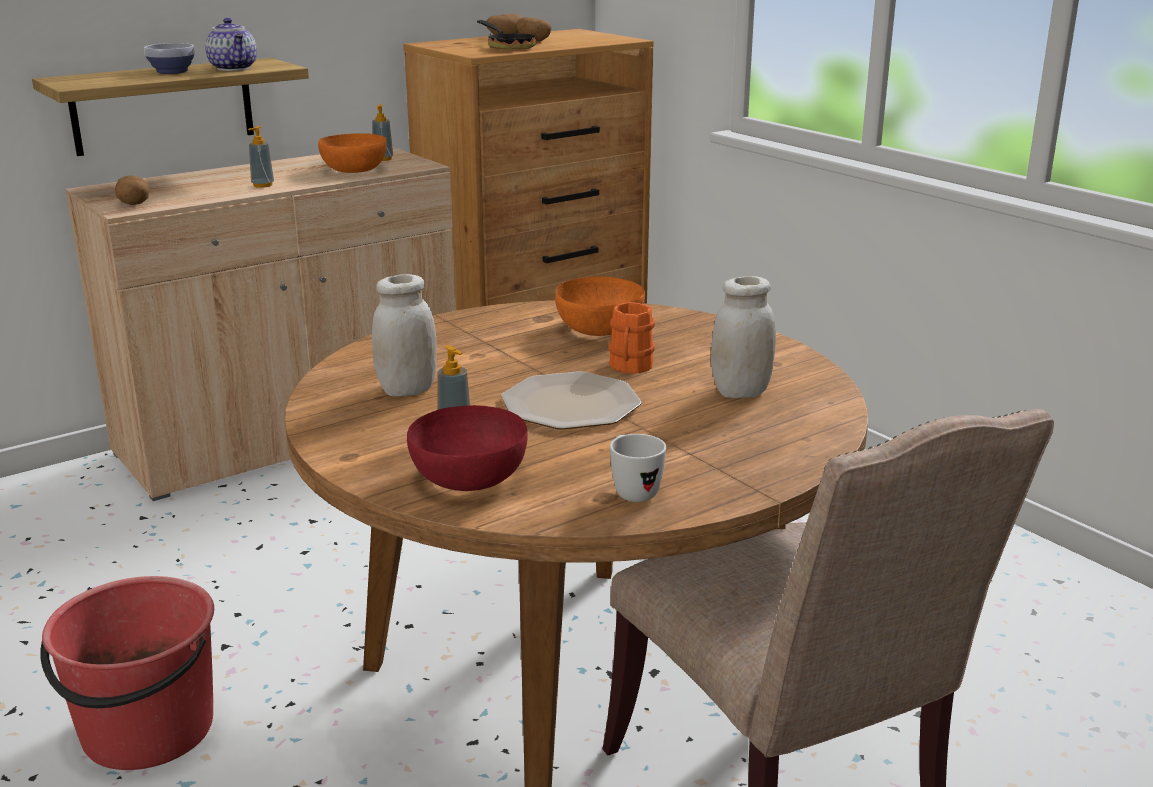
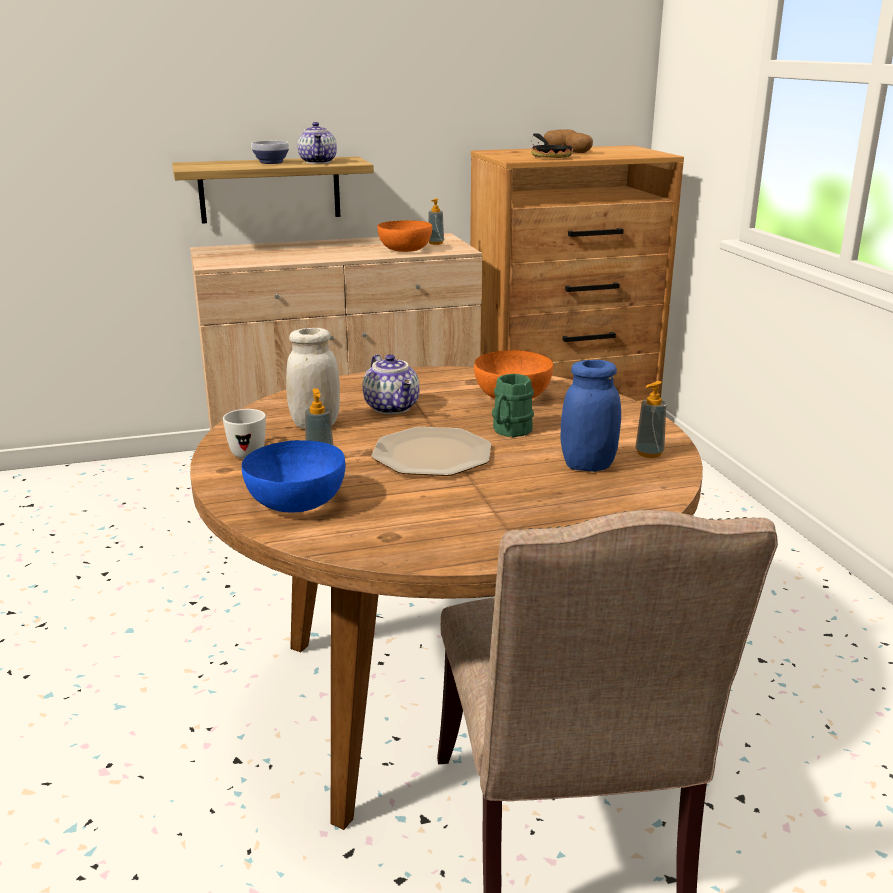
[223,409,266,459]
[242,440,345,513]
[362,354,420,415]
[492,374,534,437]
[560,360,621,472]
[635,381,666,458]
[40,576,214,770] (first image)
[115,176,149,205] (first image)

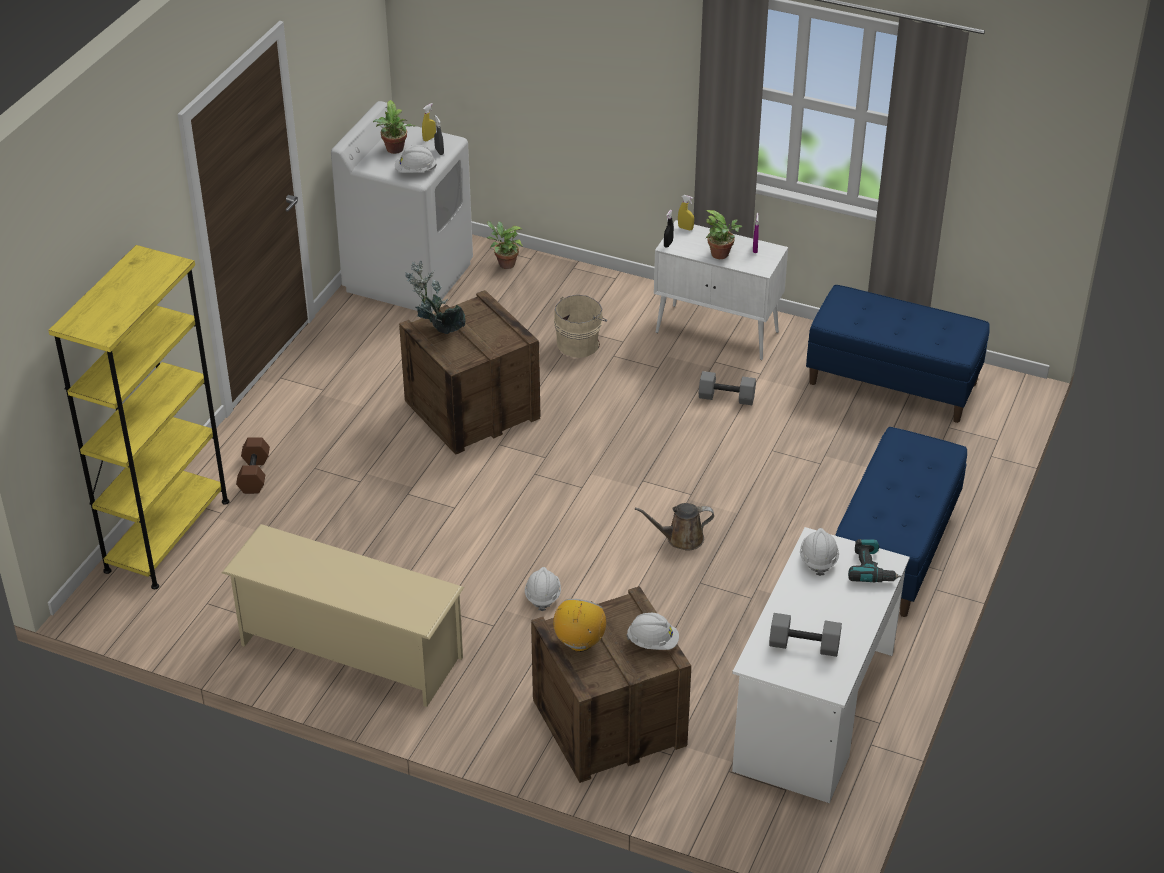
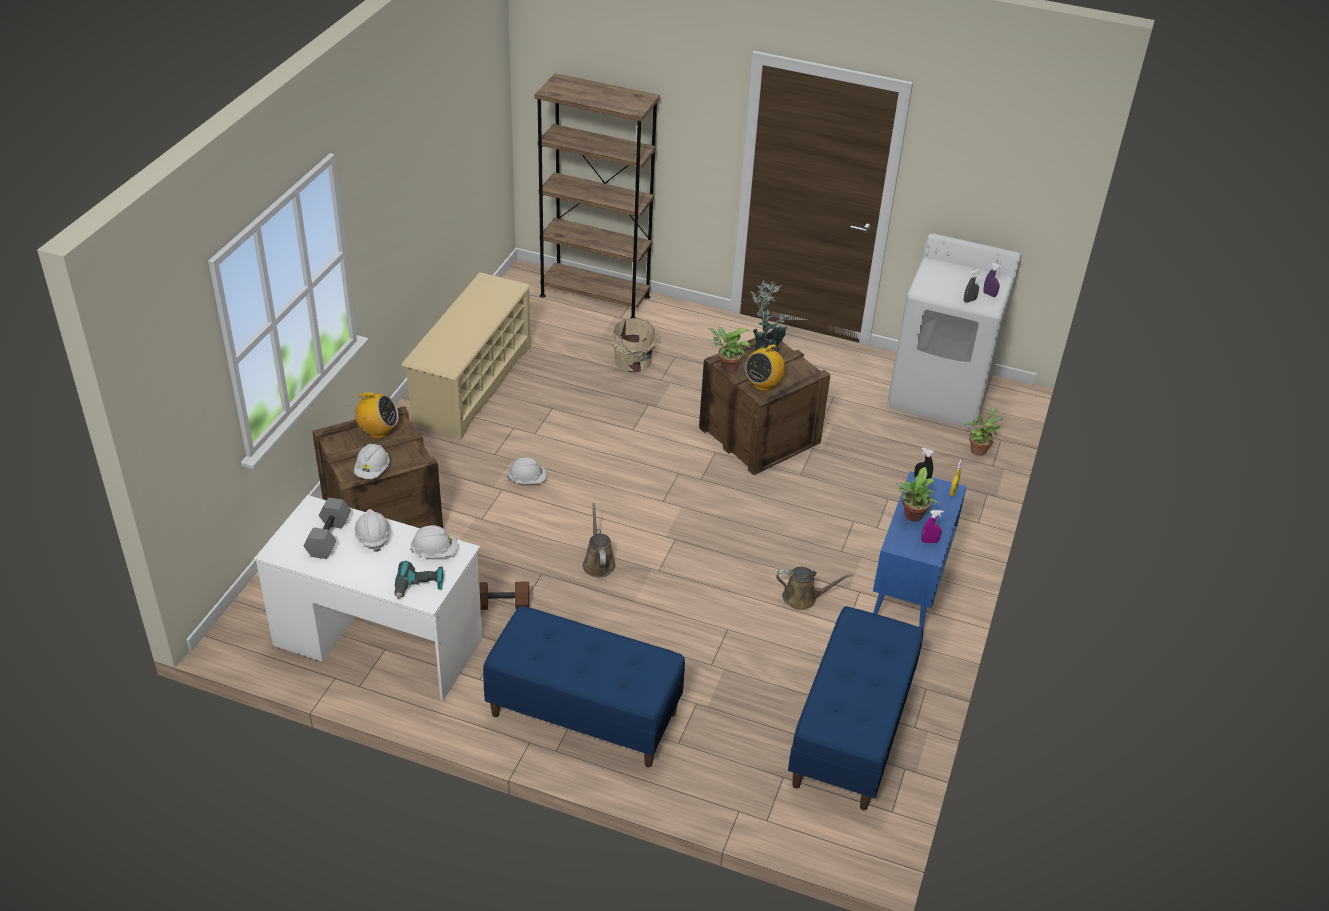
[355,509,391,552]
[479,582,529,610]
[534,73,660,318]
[612,318,659,372]
[708,327,751,372]
[745,344,785,391]
[776,567,852,610]
[873,471,967,629]
[983,263,1002,297]

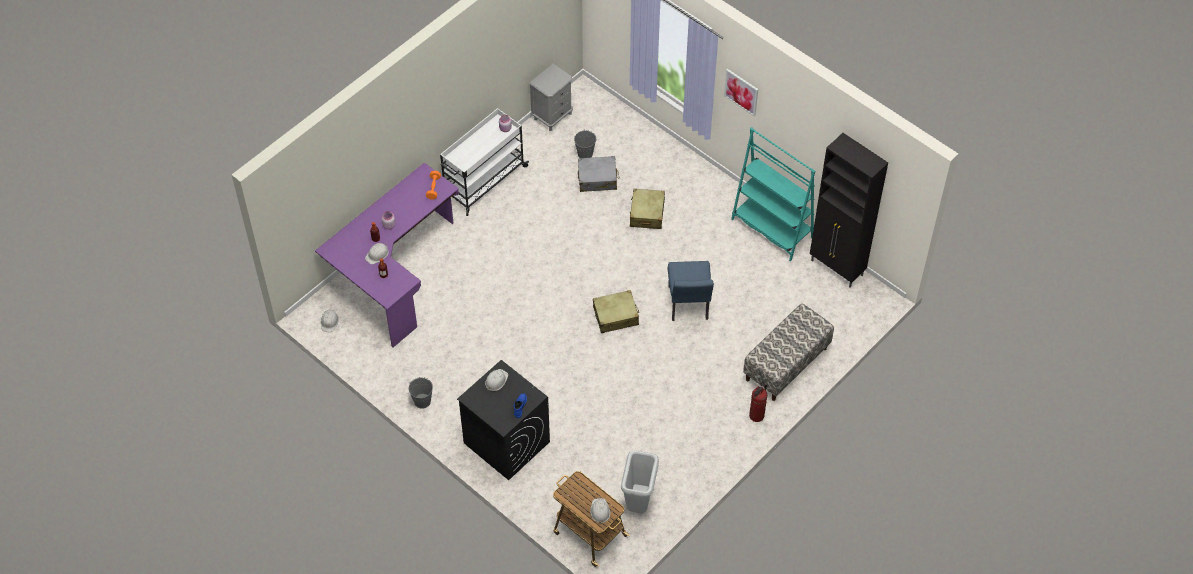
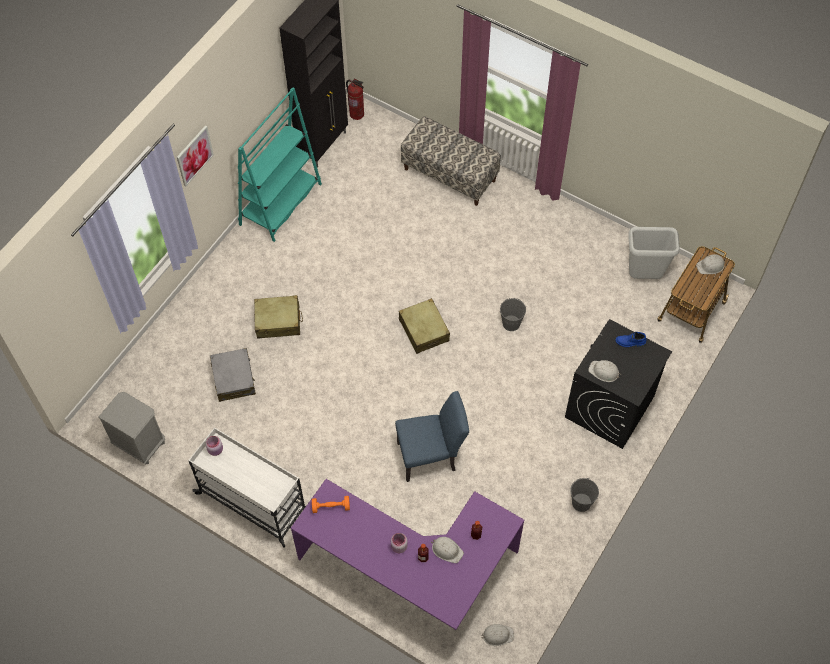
[346,79,364,120]
[395,391,469,482]
[500,298,526,331]

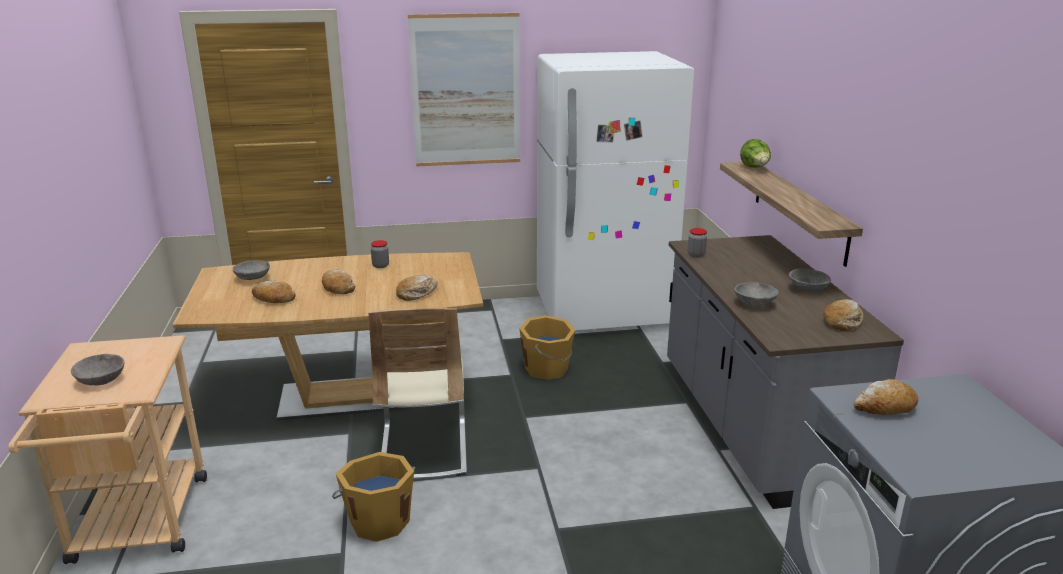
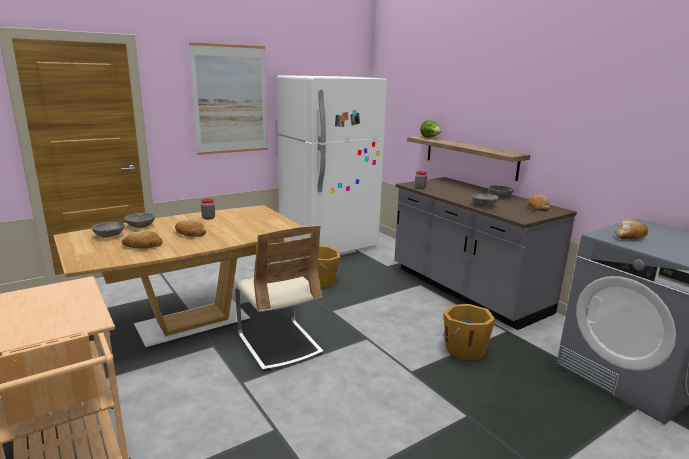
[124,213,155,228]
[443,304,495,360]
[396,275,438,301] (first image)

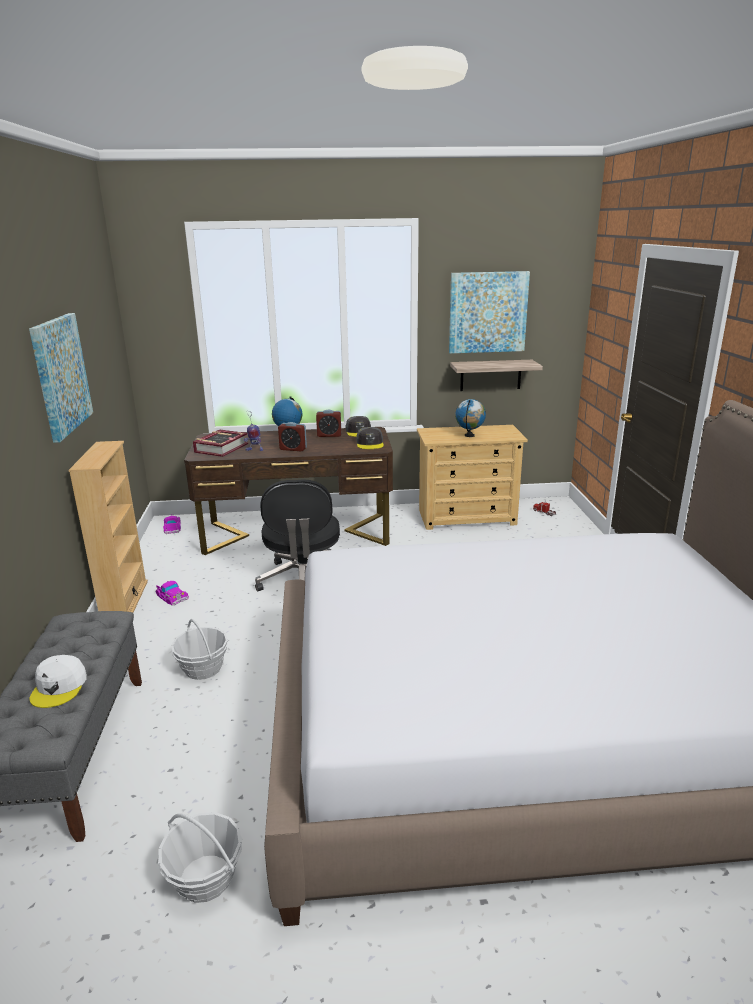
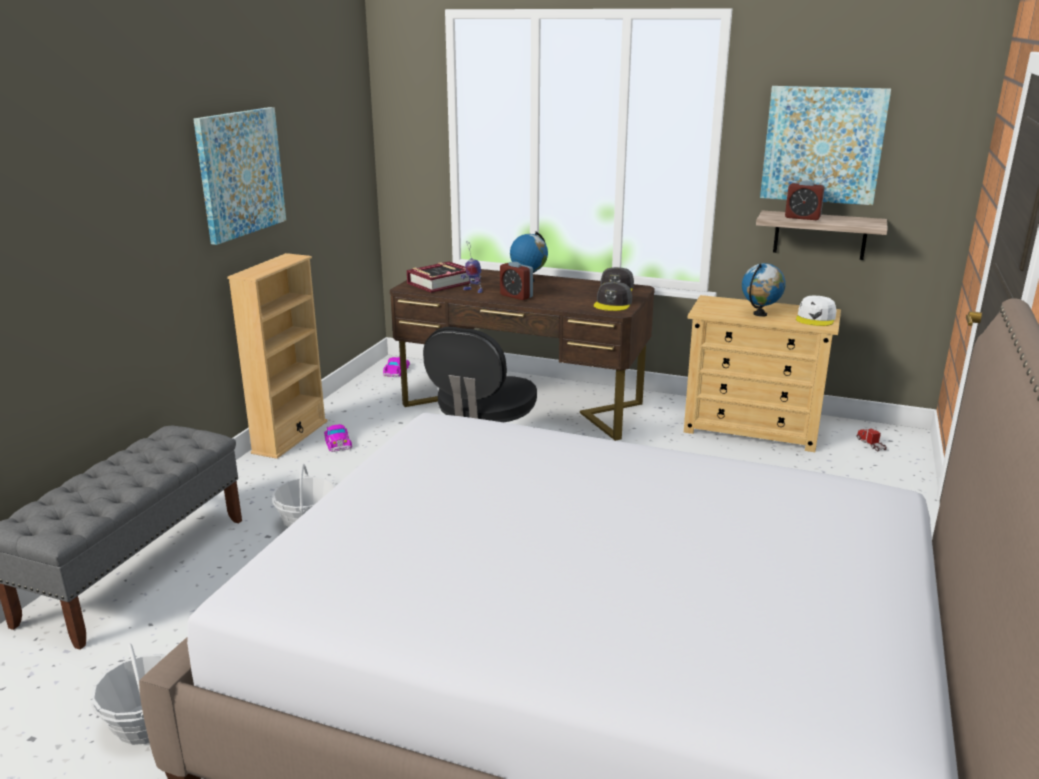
[785,181,825,220]
[796,296,836,326]

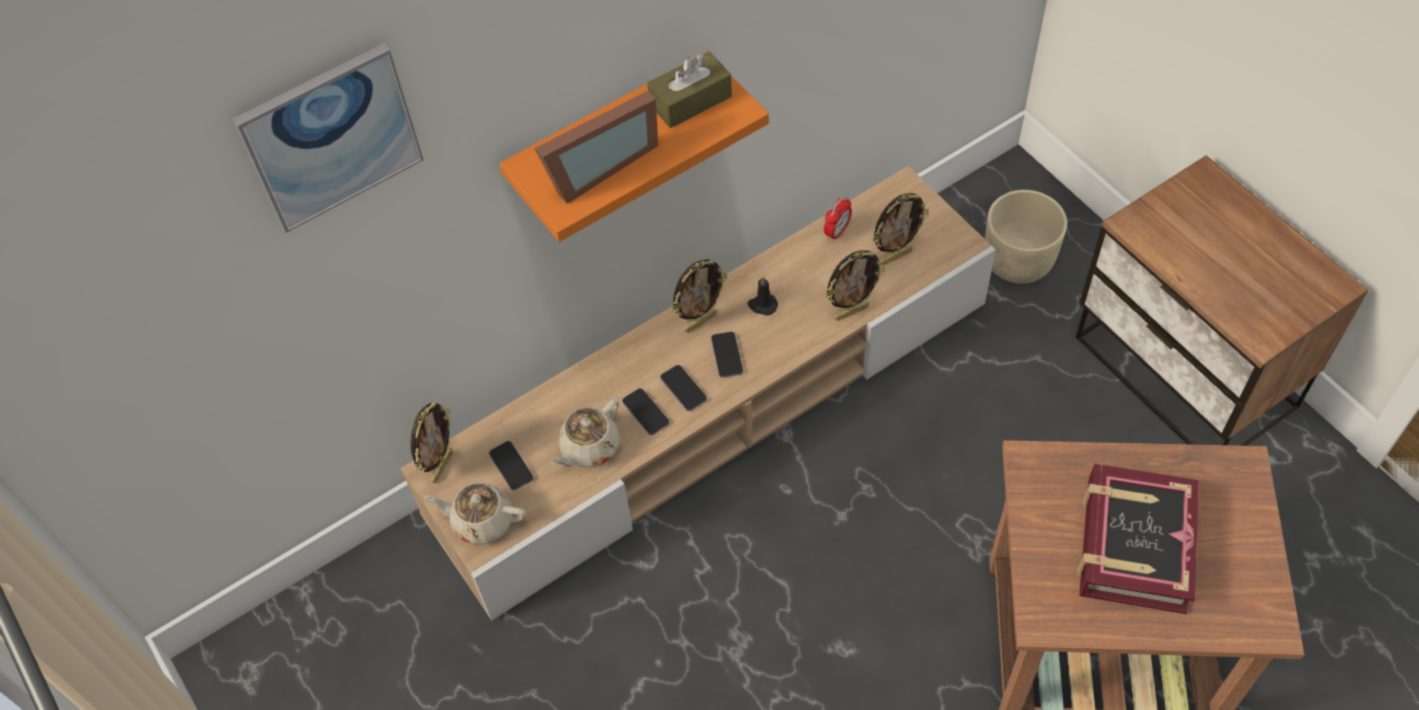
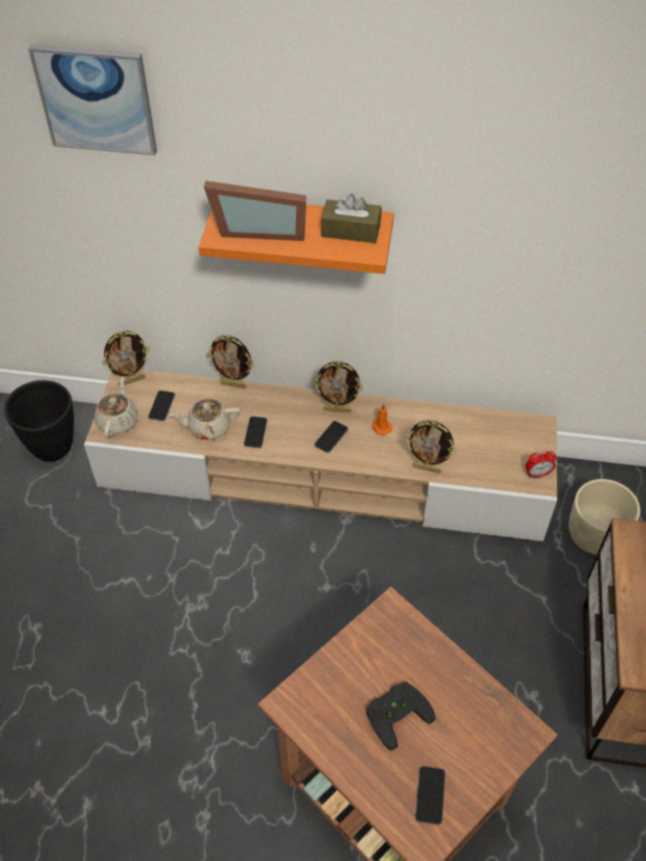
[4,380,74,462]
[94,377,138,438]
[207,335,254,389]
[366,682,436,751]
[372,404,392,435]
[415,766,445,825]
[525,450,557,478]

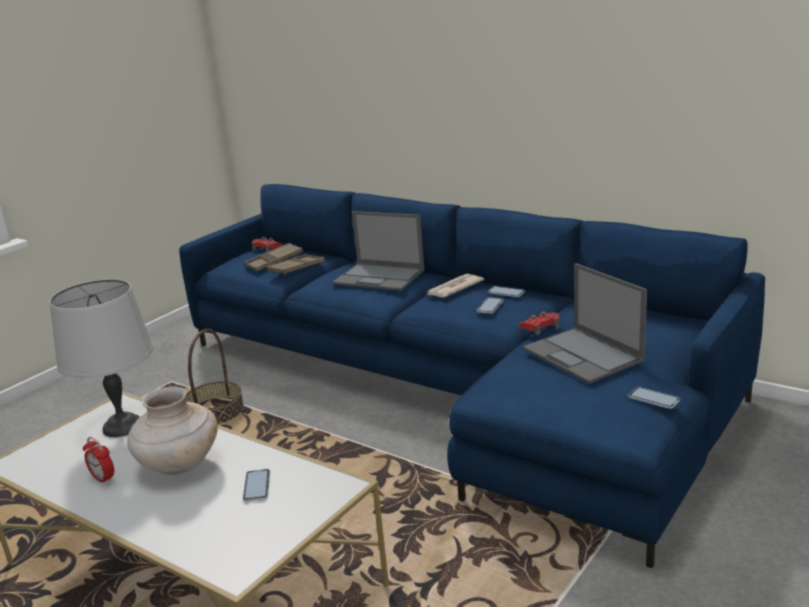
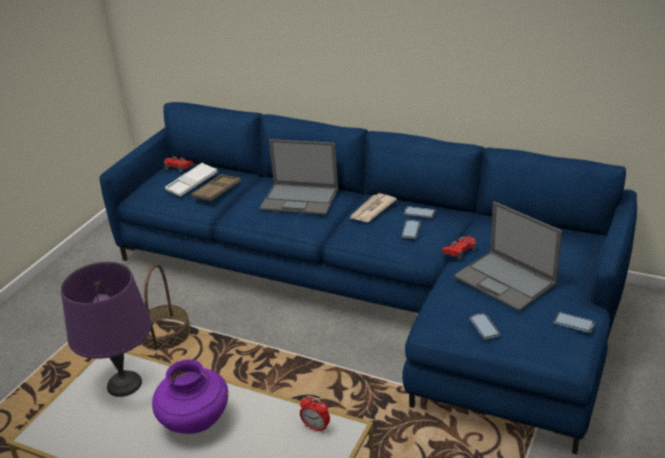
[61,262,152,397]
[152,359,228,434]
[165,163,218,197]
[300,396,330,433]
[469,313,500,340]

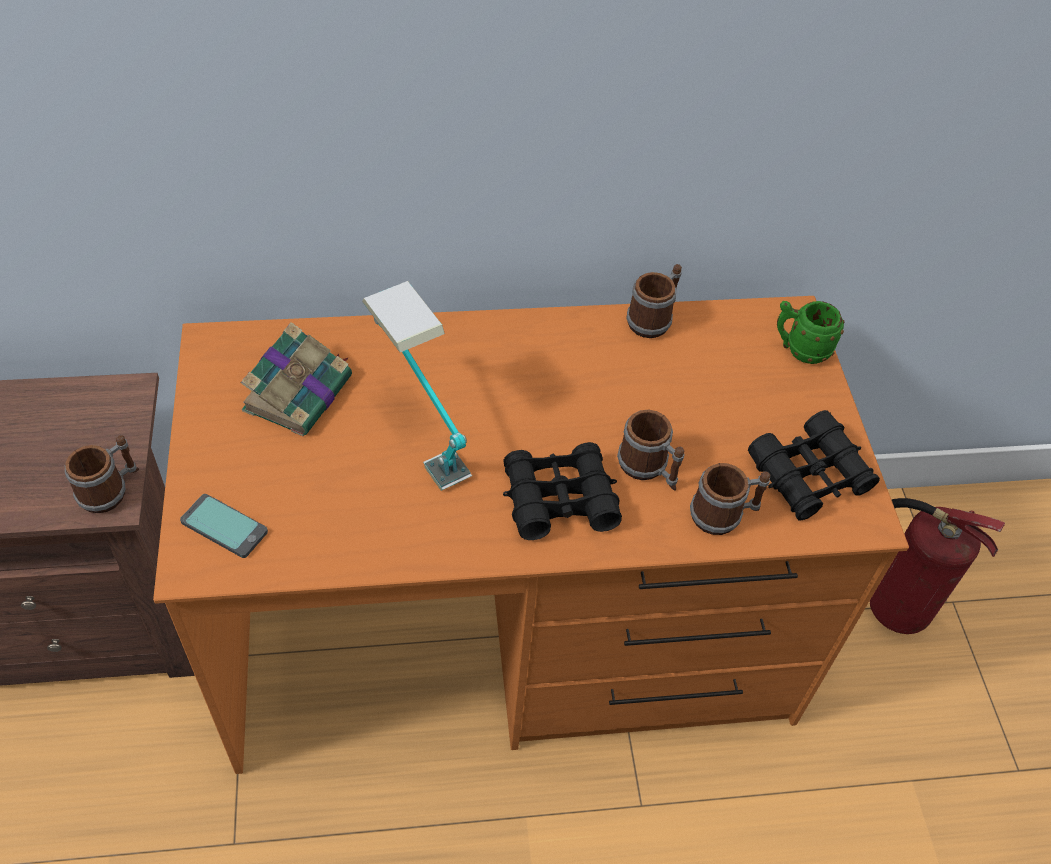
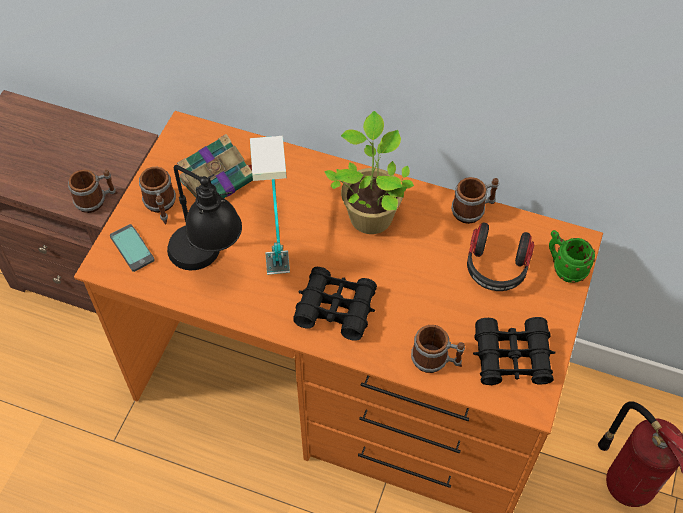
[139,167,176,224]
[167,165,242,270]
[324,111,414,234]
[467,223,534,291]

